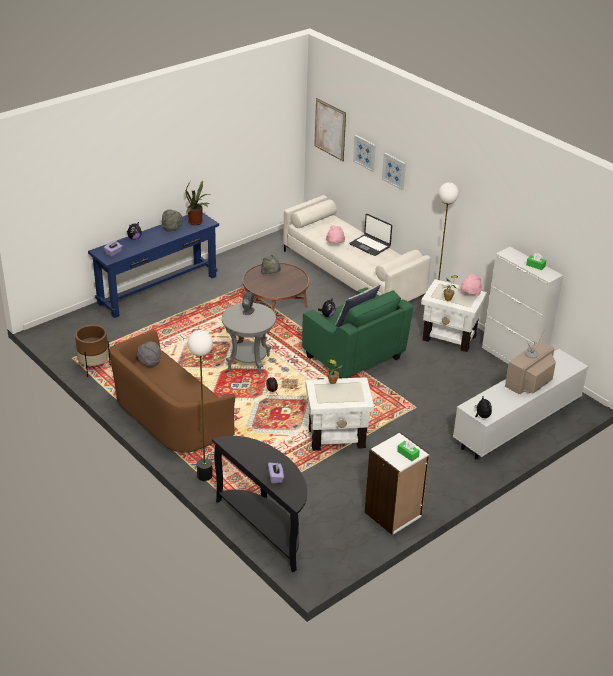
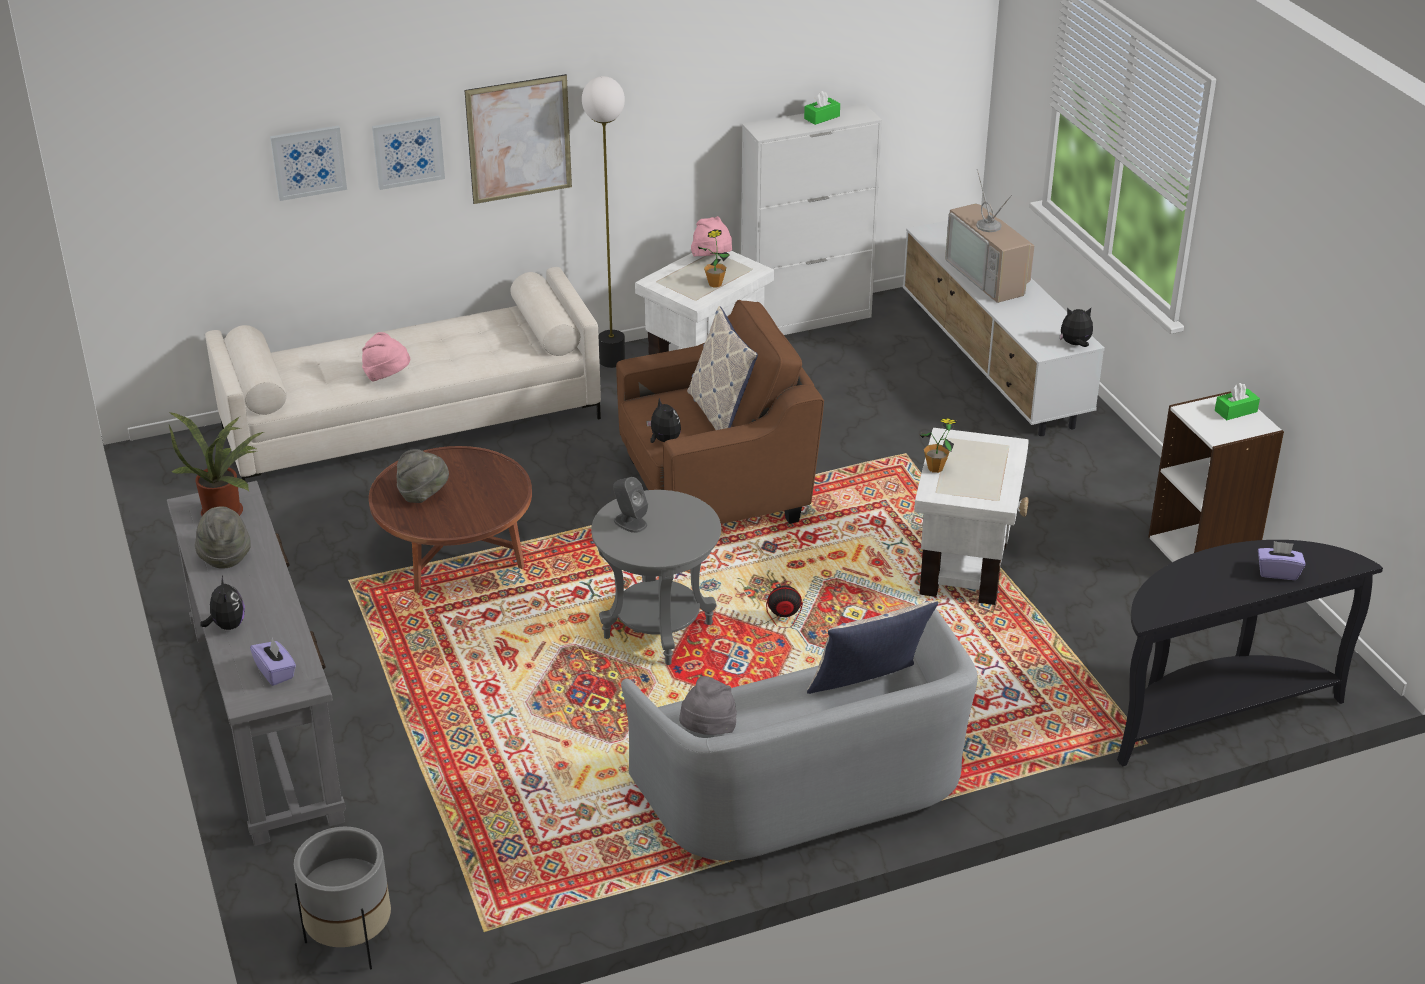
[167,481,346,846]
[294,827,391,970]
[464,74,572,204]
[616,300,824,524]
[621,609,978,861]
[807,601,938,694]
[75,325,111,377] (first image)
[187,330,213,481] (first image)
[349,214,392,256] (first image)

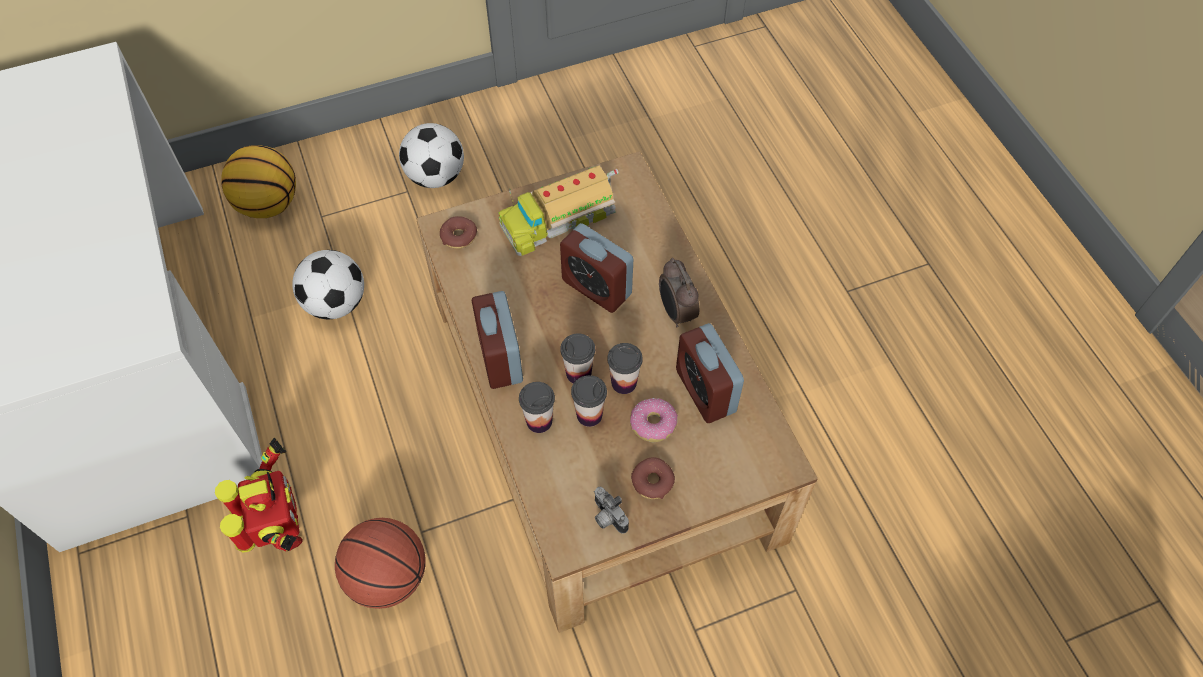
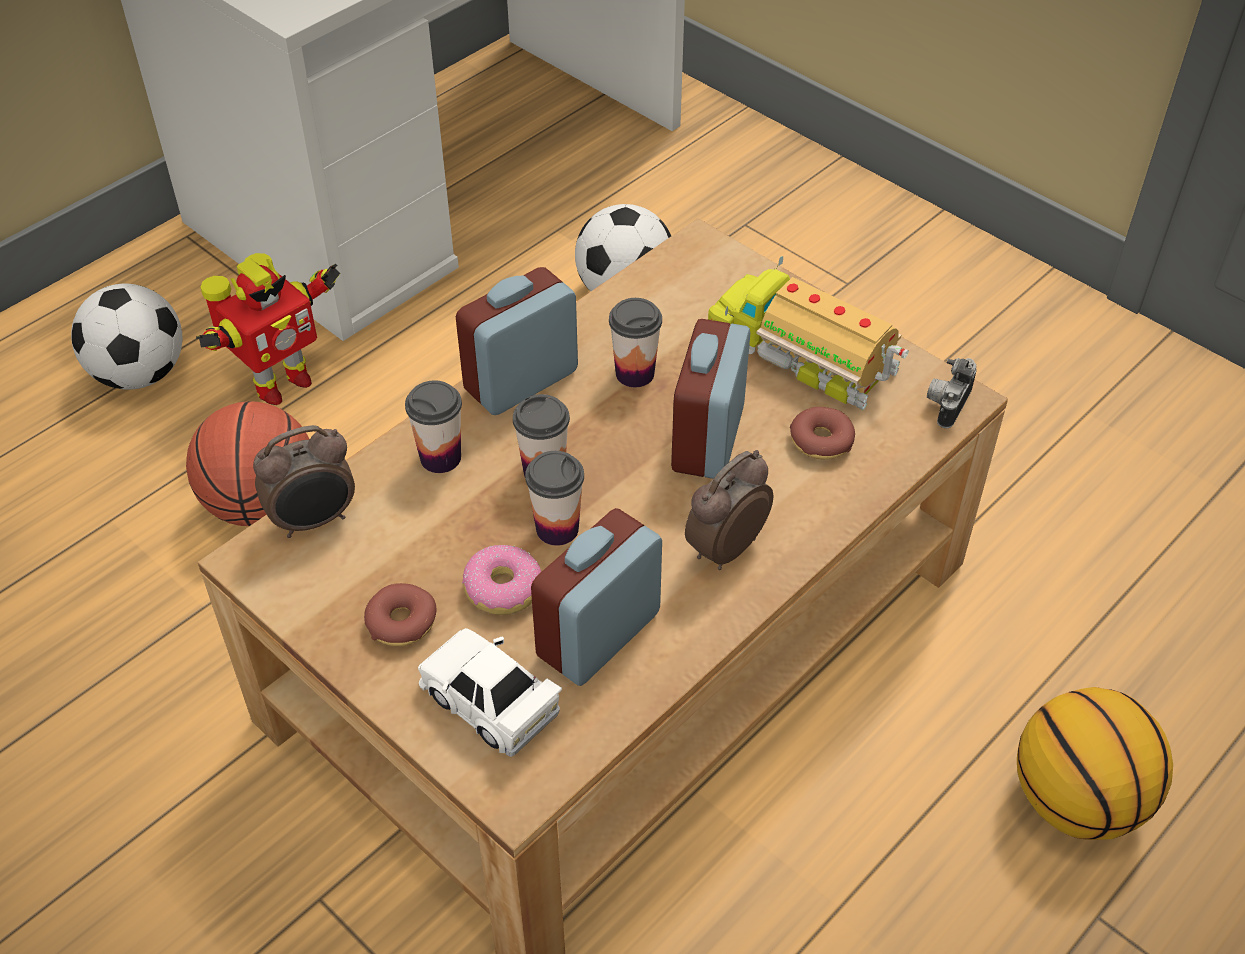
[71,284,183,390]
[253,425,355,538]
[418,628,562,757]
[609,298,662,388]
[790,407,855,460]
[927,358,977,428]
[1017,687,1173,840]

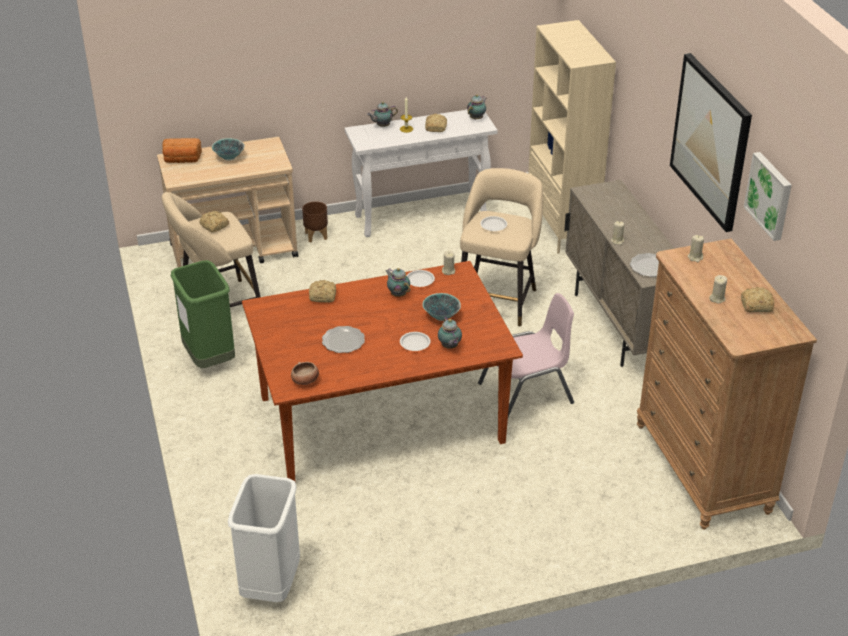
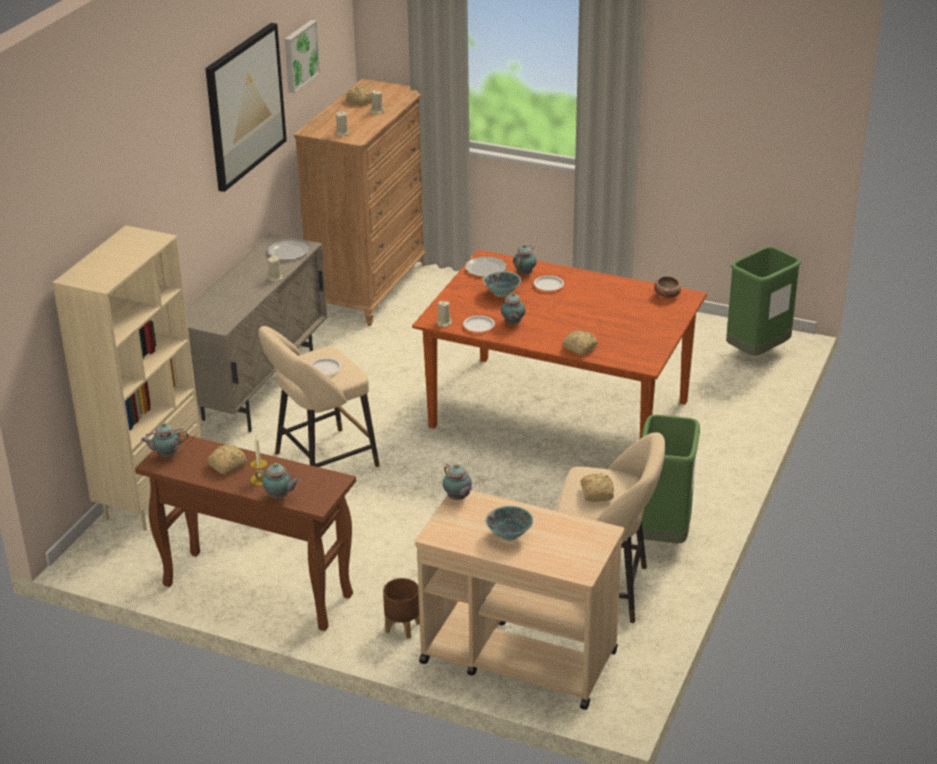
[135,432,356,631]
[443,463,472,500]
[465,256,507,277]
[726,247,801,356]
[162,138,202,163] (first image)
[478,293,574,417] (first image)

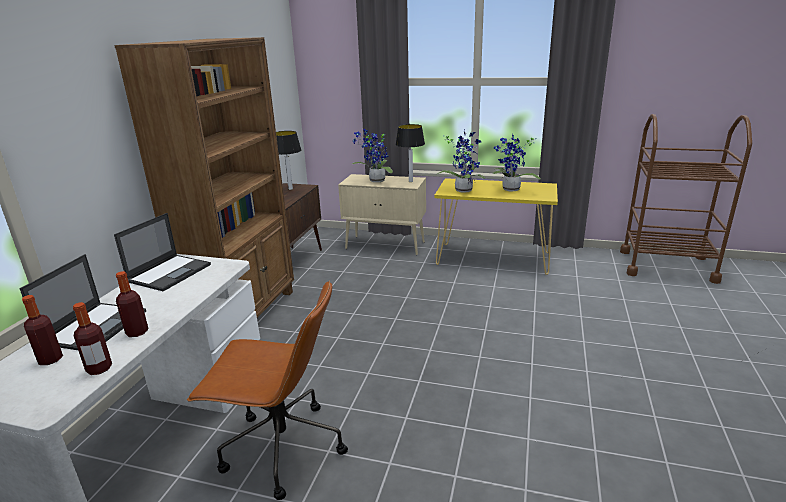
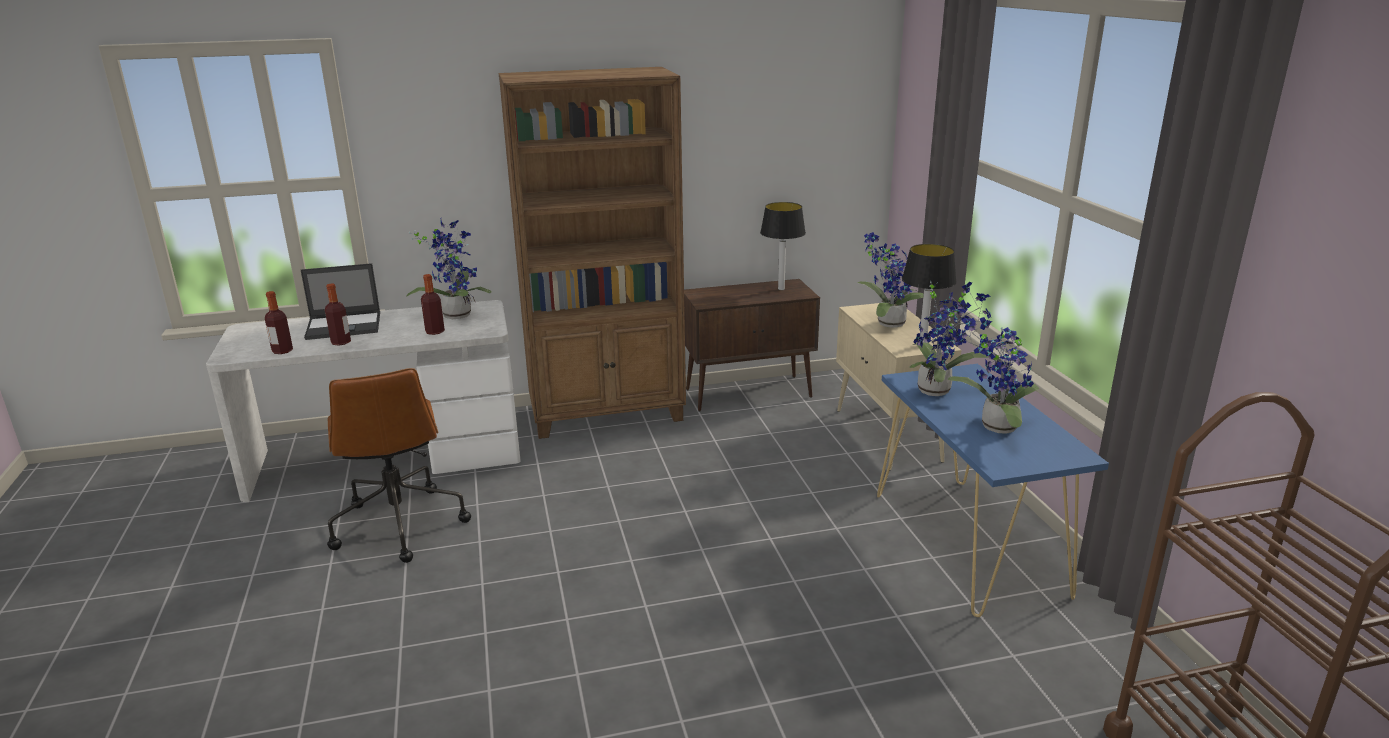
[406,220,492,319]
[421,274,445,335]
[877,364,1109,617]

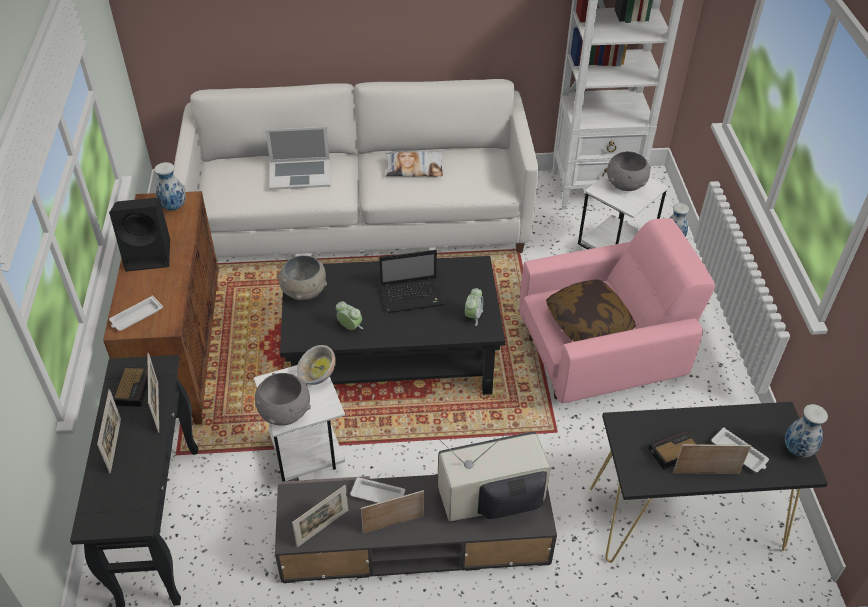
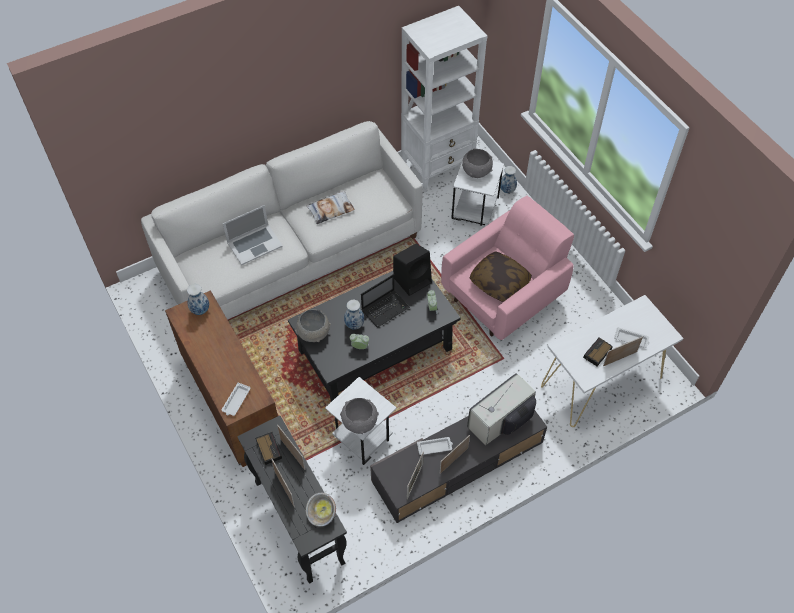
[306,493,336,526]
[344,300,364,330]
[393,243,432,296]
[541,295,684,427]

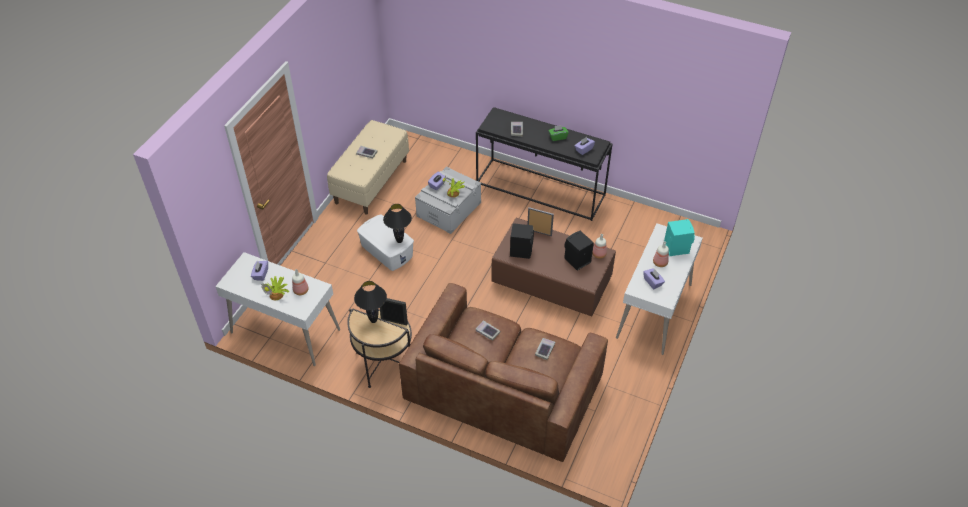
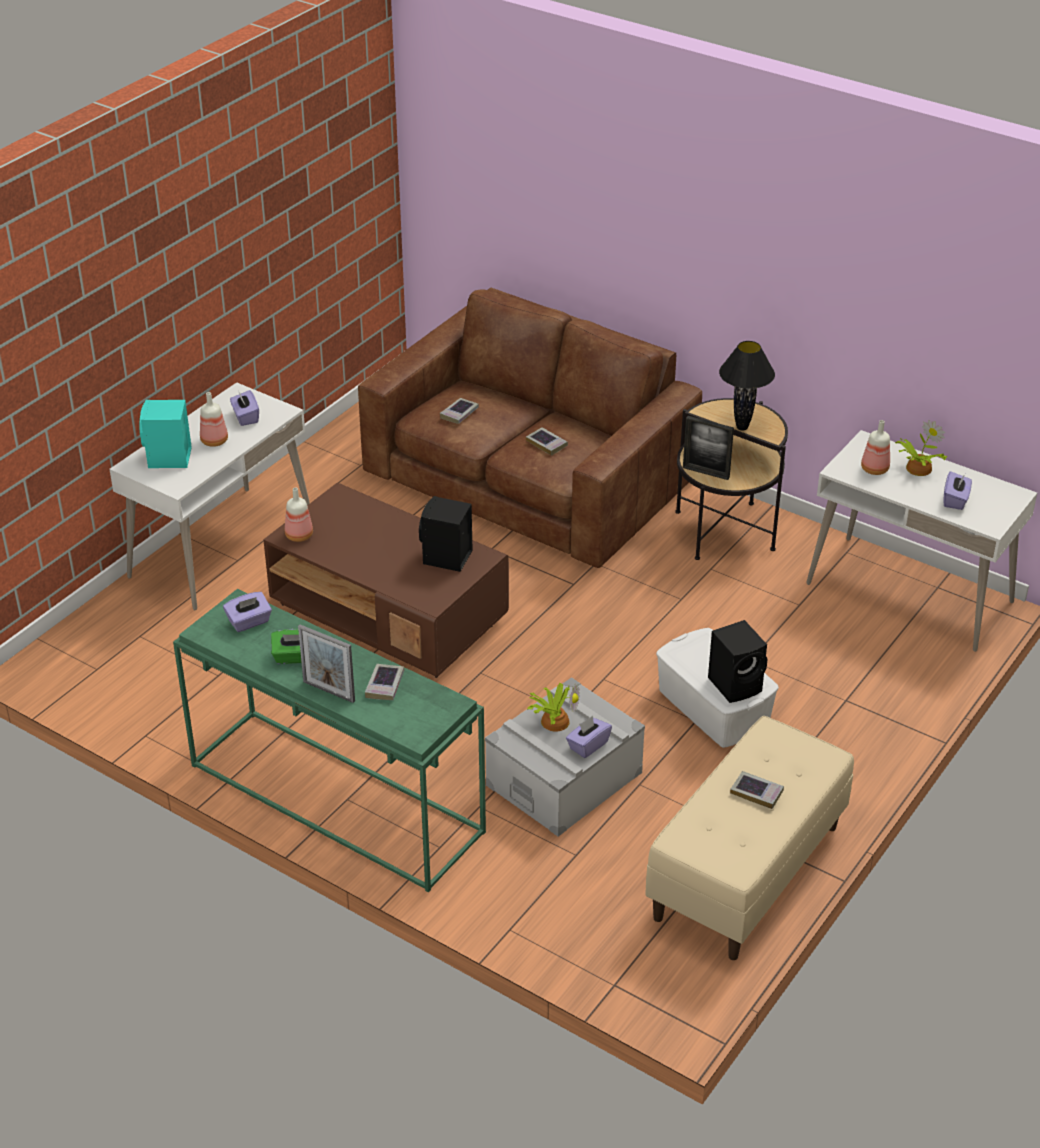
[173,589,486,892]
[298,625,355,703]
[708,620,768,703]
[383,204,412,243] (first image)

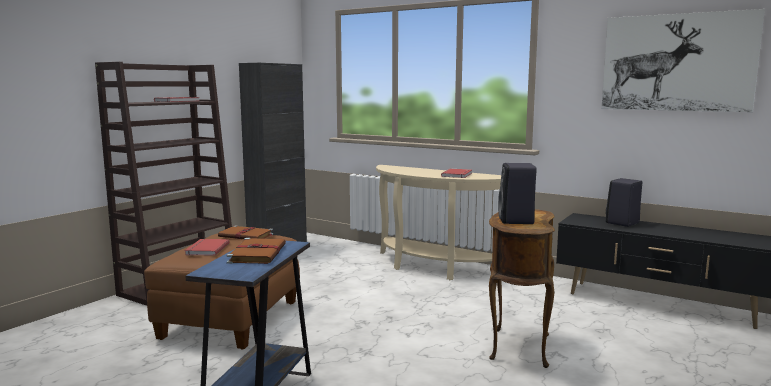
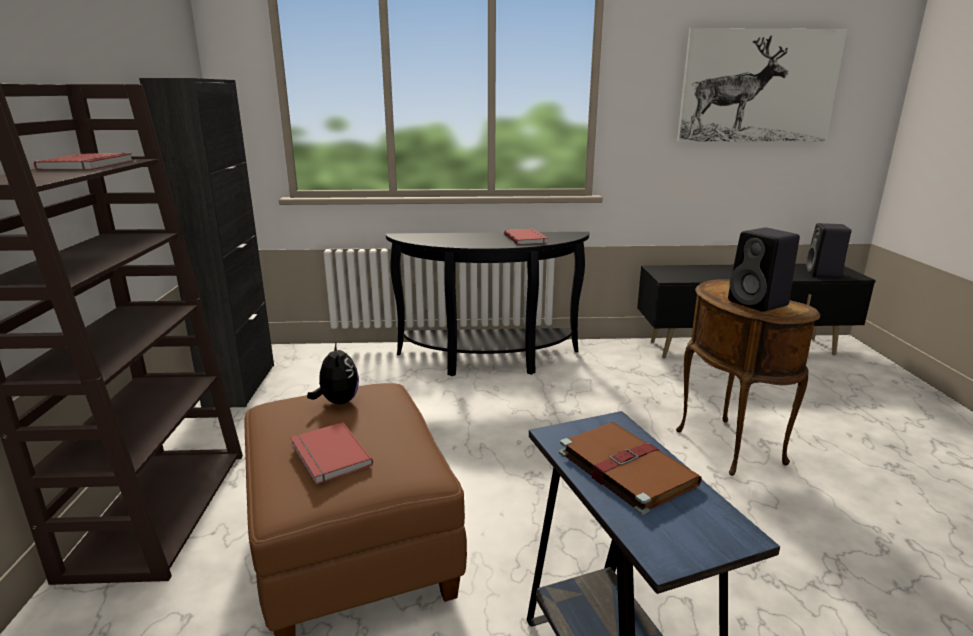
[307,341,359,404]
[386,232,589,376]
[806,223,851,278]

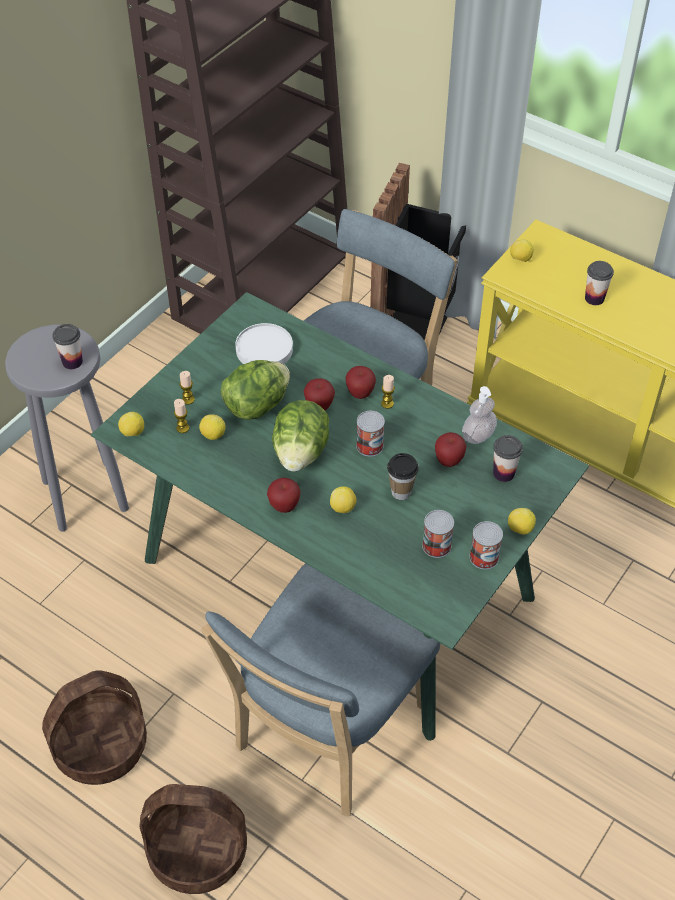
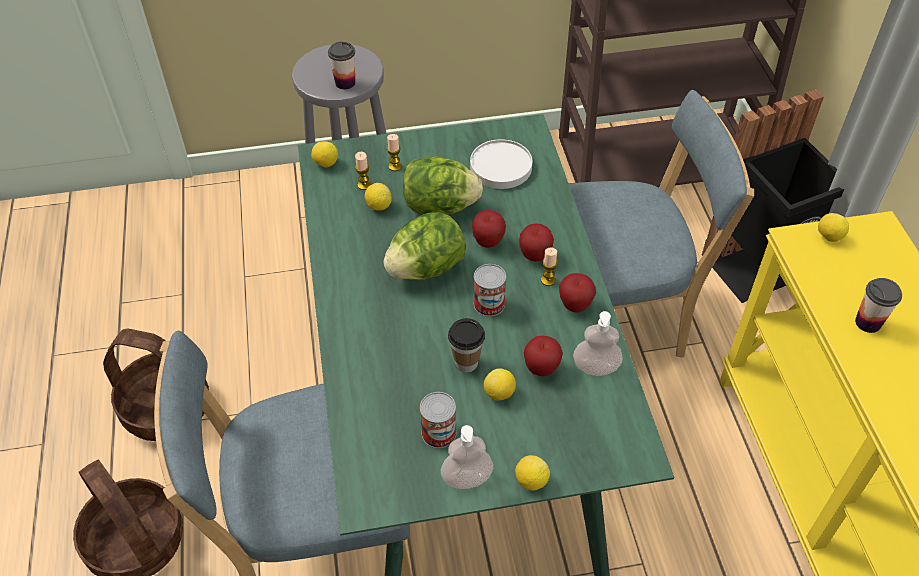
[441,425,494,489]
[484,368,516,401]
[559,273,596,313]
[493,435,523,482] (first image)

